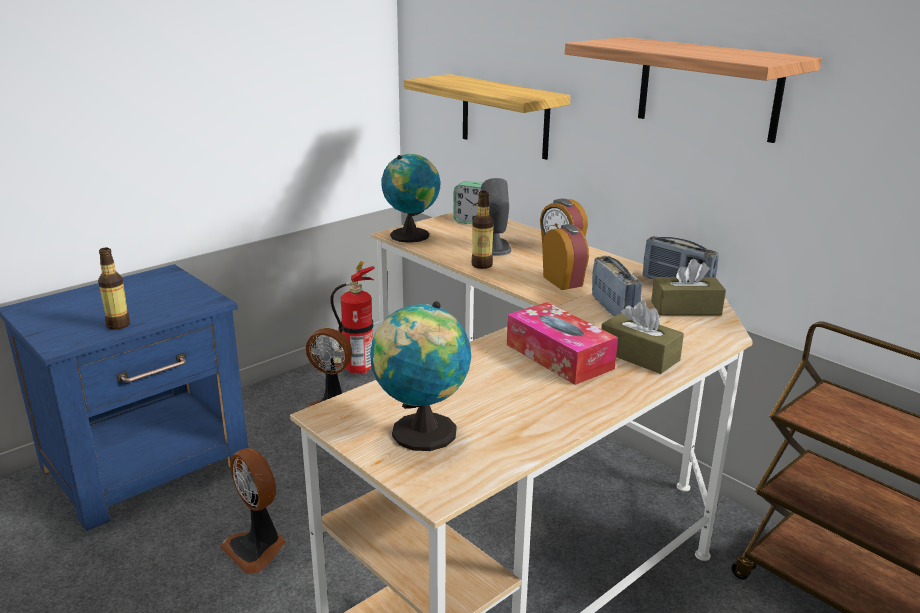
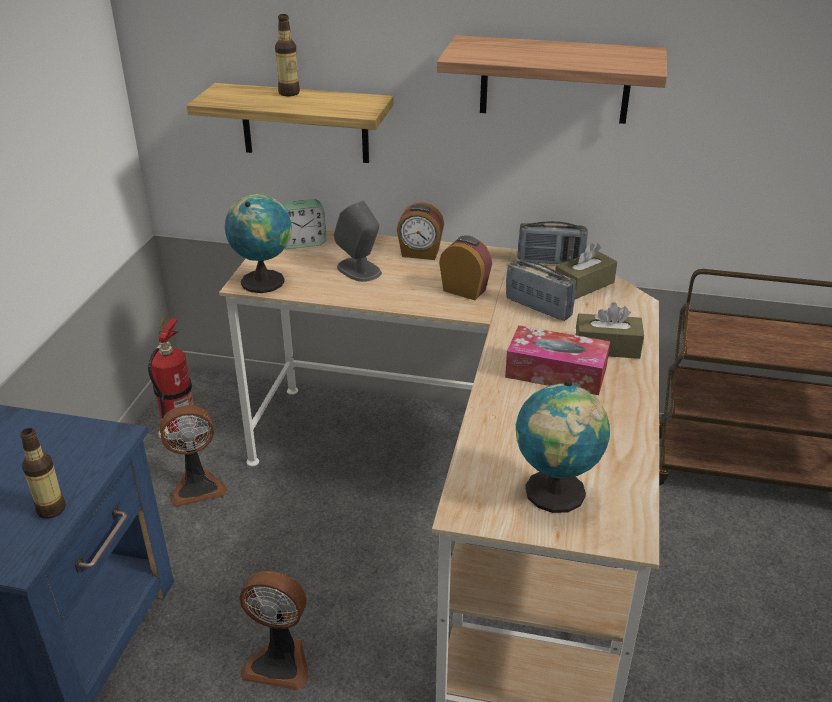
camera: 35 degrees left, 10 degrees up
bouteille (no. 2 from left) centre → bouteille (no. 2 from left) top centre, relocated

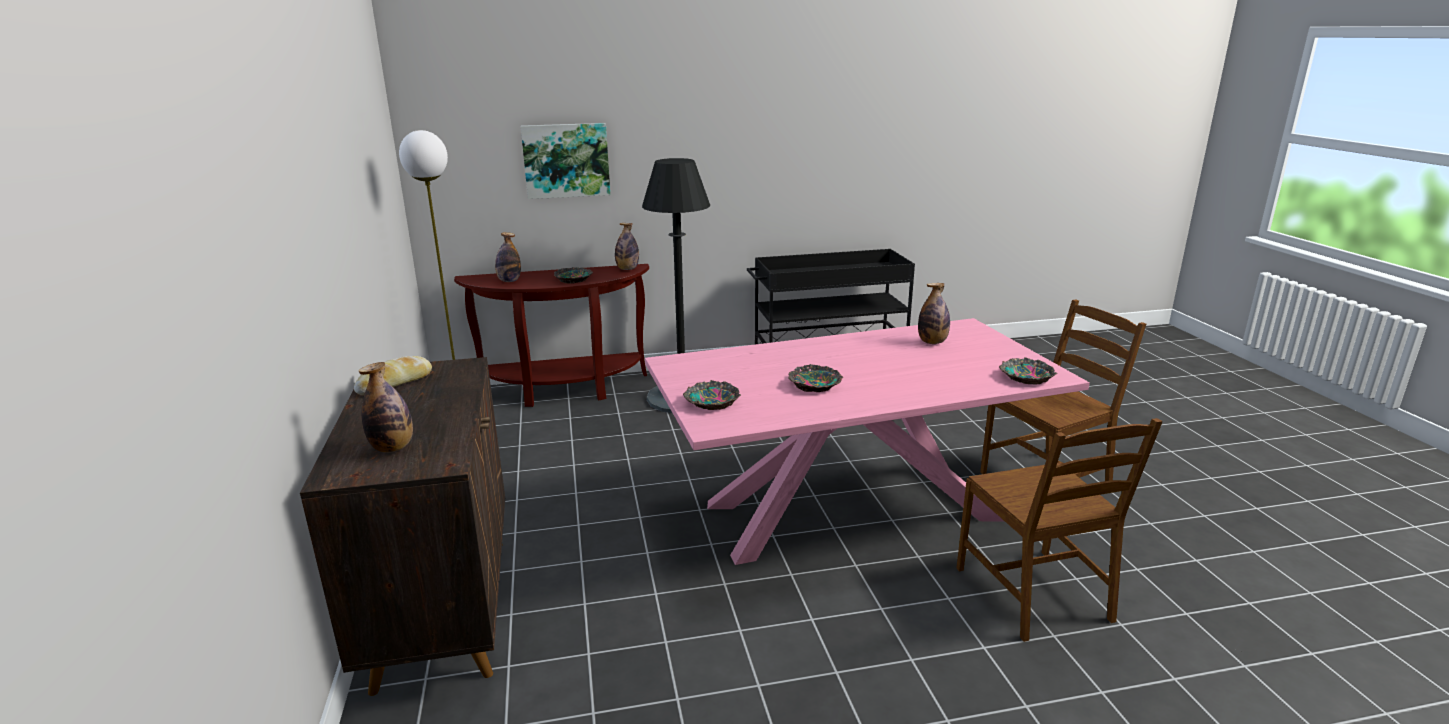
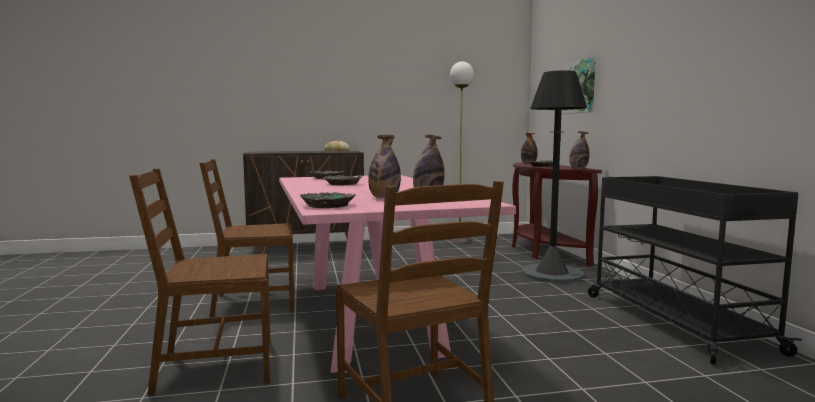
camera: 90 degrees right, 15 degrees down
- → chaise [marron] (no. 2 from left) middle left
bouteille (no. 1 from left) middle left → bouteille (no. 1 from left) centre, relocated

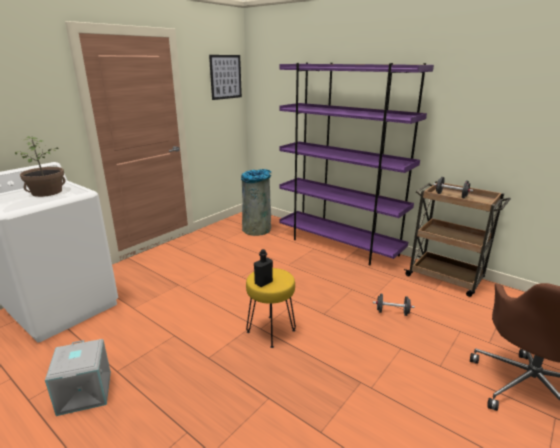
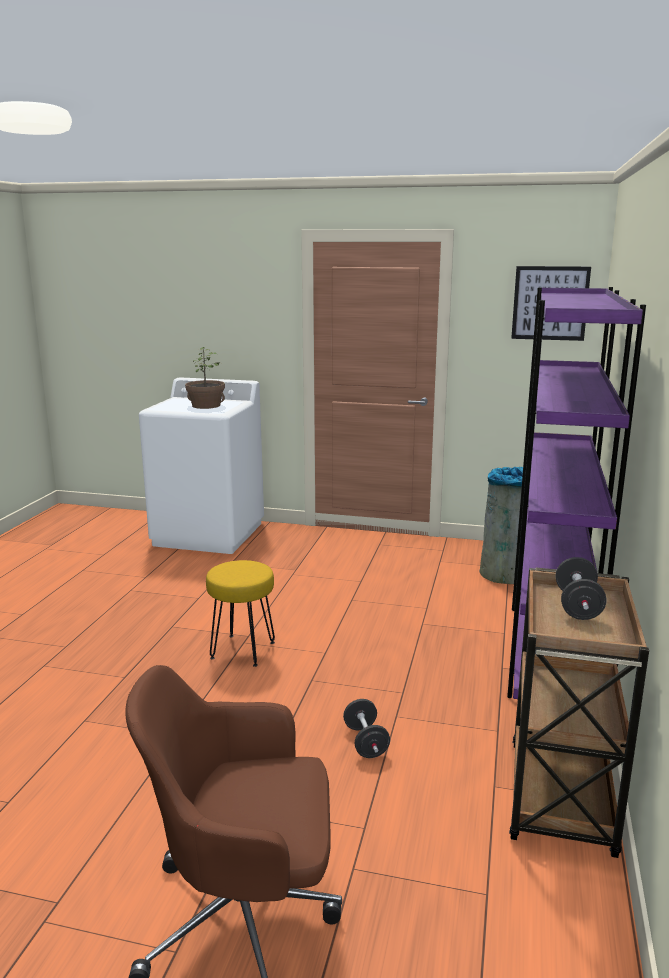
camera: 65 degrees right, 5 degrees down
boîte de rangement [gris] bottom left → -
bouteille [noir] centre → -

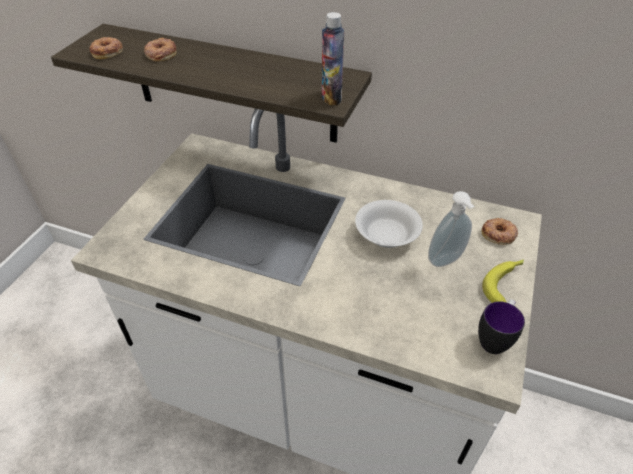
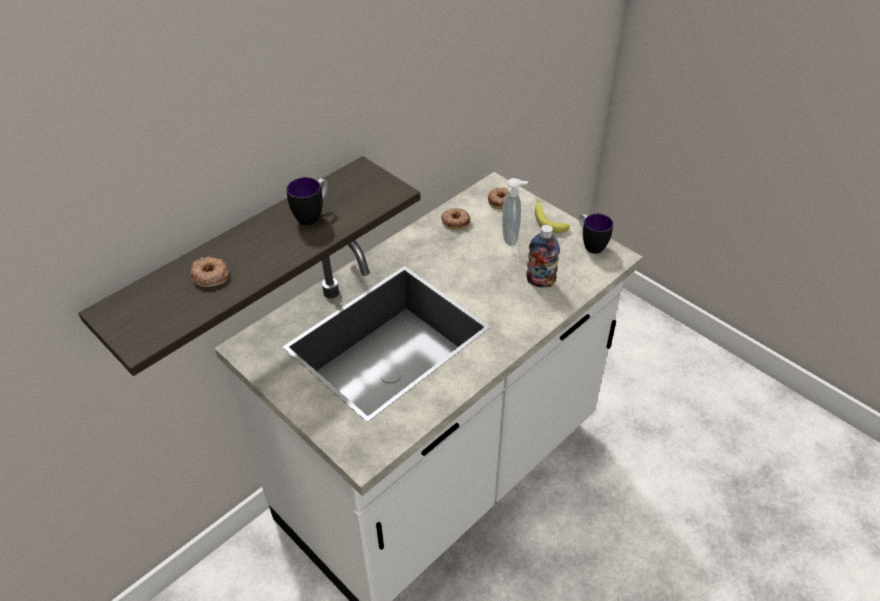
camera: 65 degrees left, 0 degrees up
- → mug (no. 1 from left) centre
beignet (no. 1 from left in the first image) top left → beignet (no. 2 from left) centre, relocated
bouteille top centre → bouteille centre, relocated
bol [blanc] centre → -

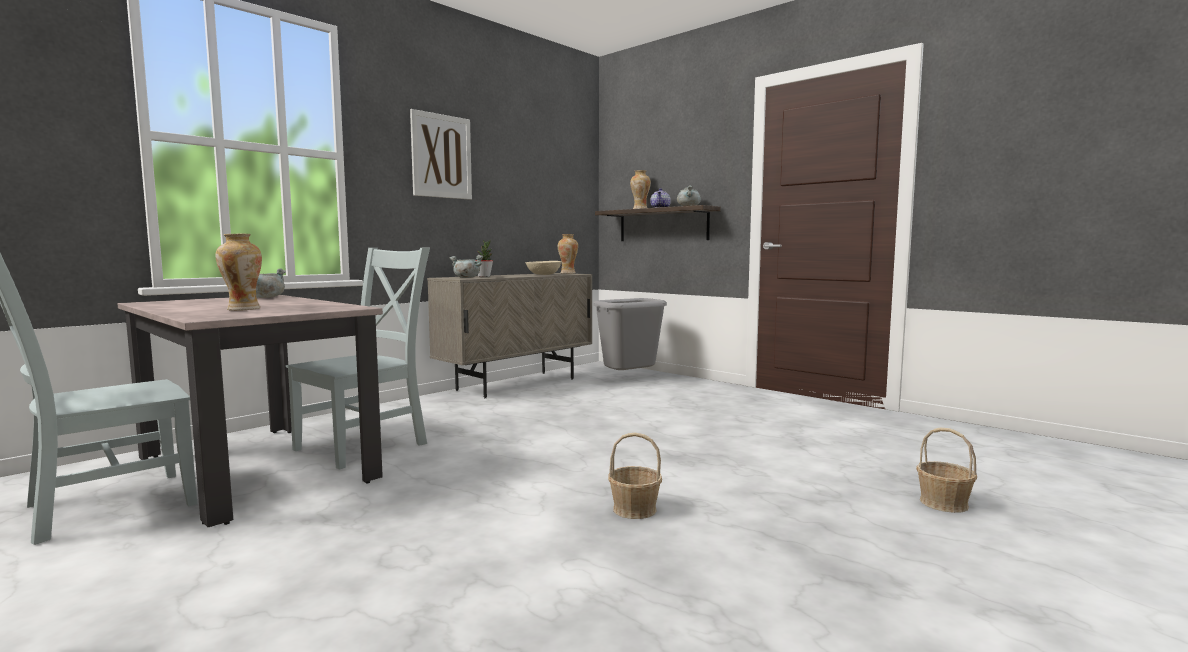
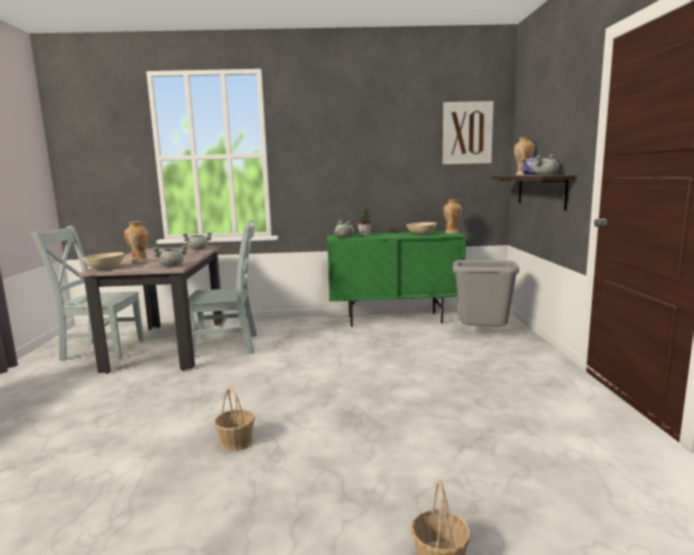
camera: 45 degrees right, 5 degrees up
- → bol [beige] (no. 1 from left) middle left
- → marmite [gris] (no. 1 from left) middle left
meuble de rangement [beige] centre → meuble de rangement [vert] centre
tableau top centre → tableau top right, relocated

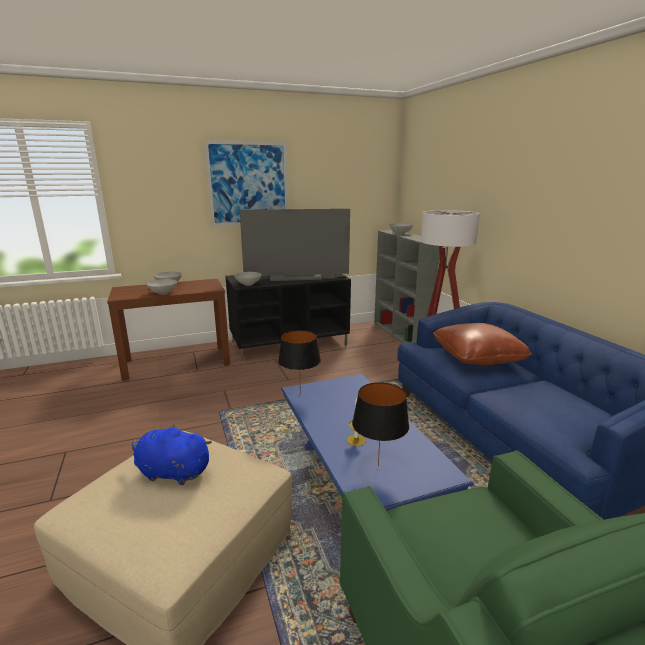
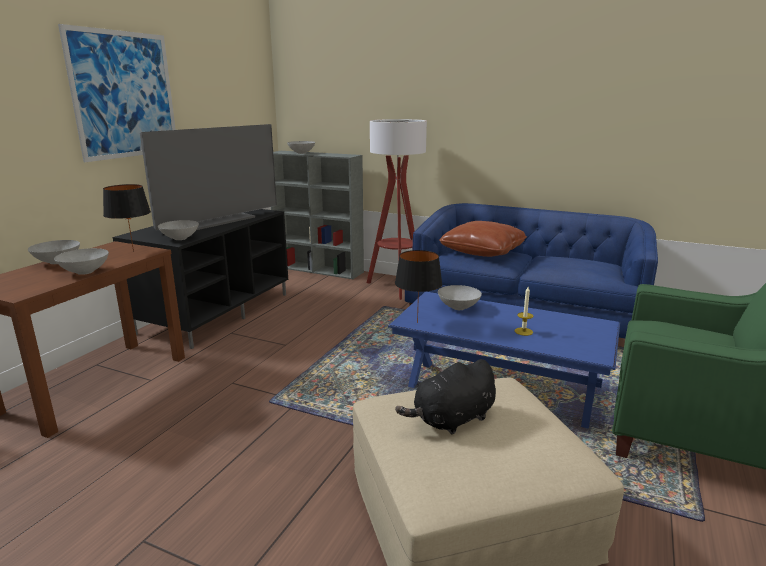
camera: 45 degrees left, 0 degrees up
lampe de table [noir] (no. 2 from left in the first image) centre → lampe de table [noir] (no. 1 from left) middle left, relocated
peluche [bleu] bottom left → peluche [noir] bottom centre
- → bol [gris] (no. 5 from left) centre

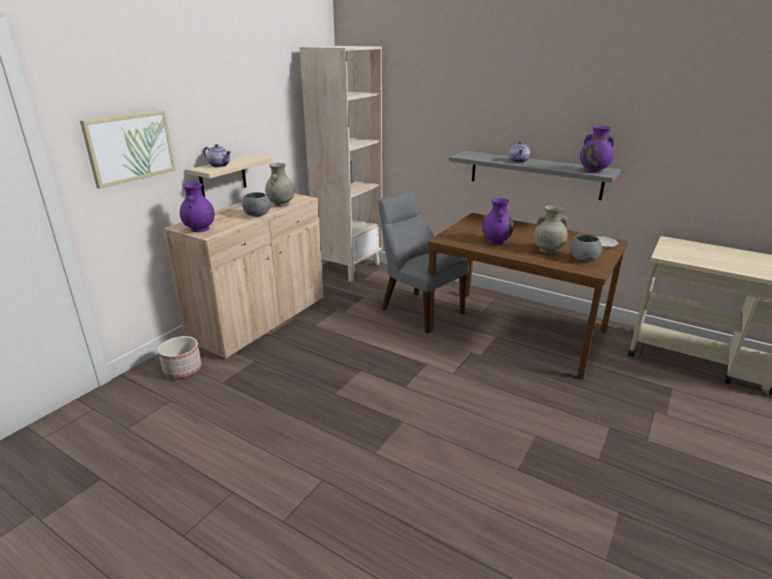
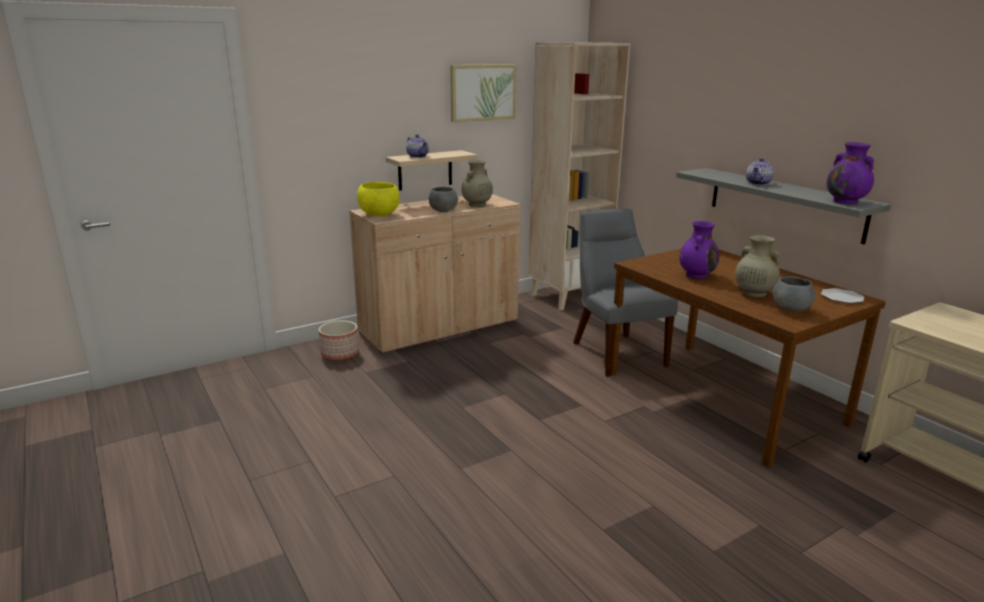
camera: 25 degrees right, 5 degrees down
vase [violet] (no. 1 from left) middle left → bol [jaune] top centre
tableau top left → tableau top centre, relocated

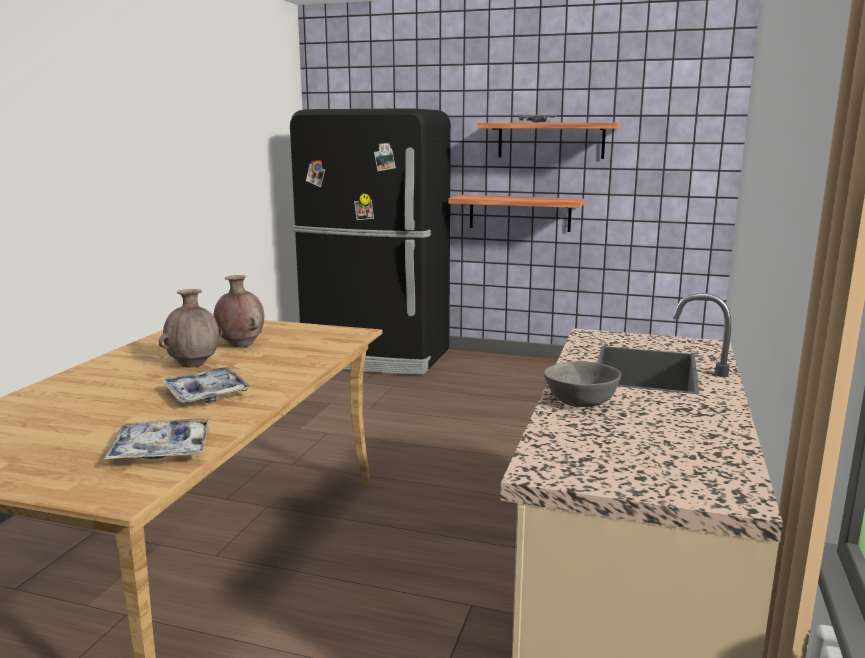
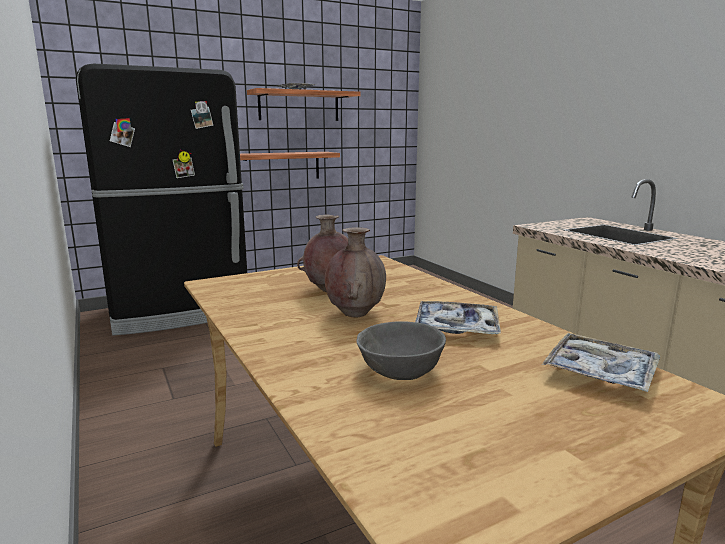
camera: 45 degrees left, 0 degrees up
bol [gris] middle right → bol [gris] centre, relocated

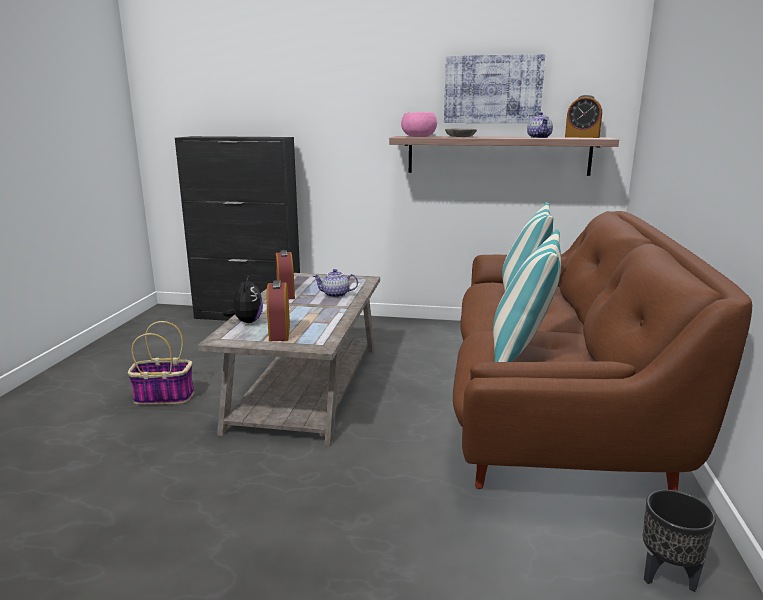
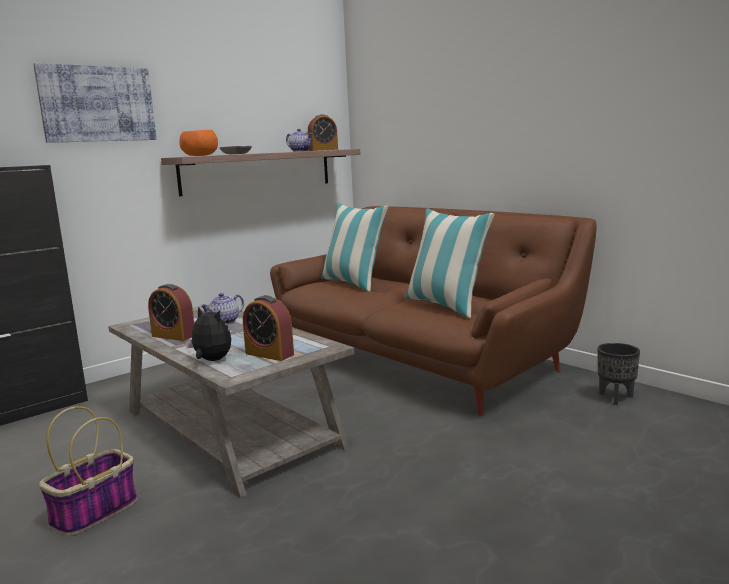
camera: 50 degrees left, 5 degrees down
tableau top centre → tableau top left, relocated
bol [rose] top centre → bol [orange] top left

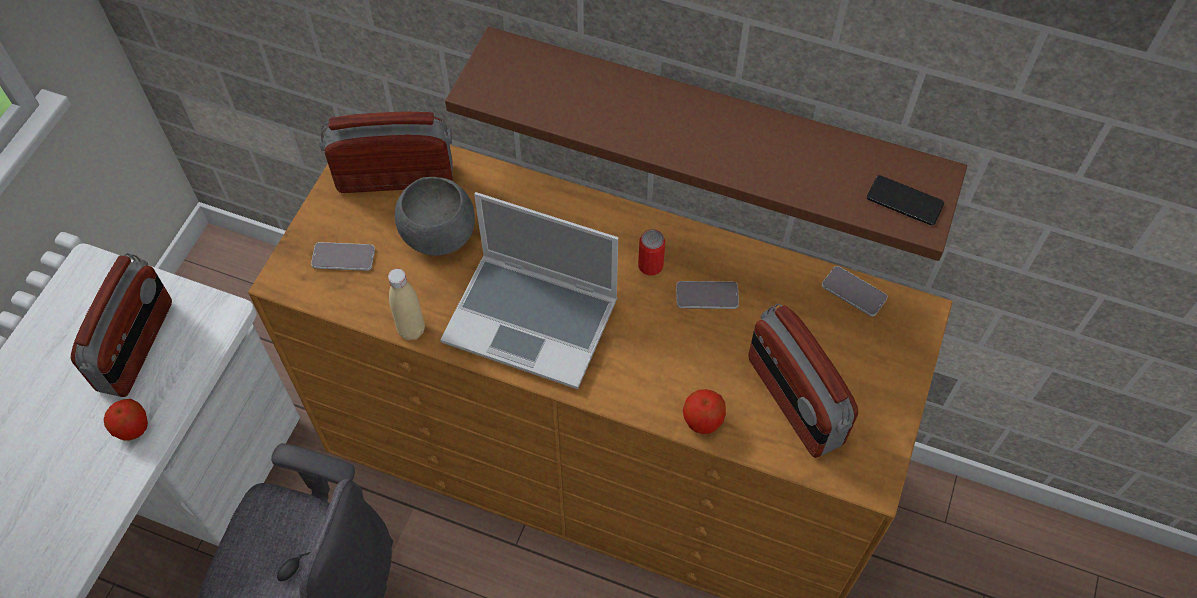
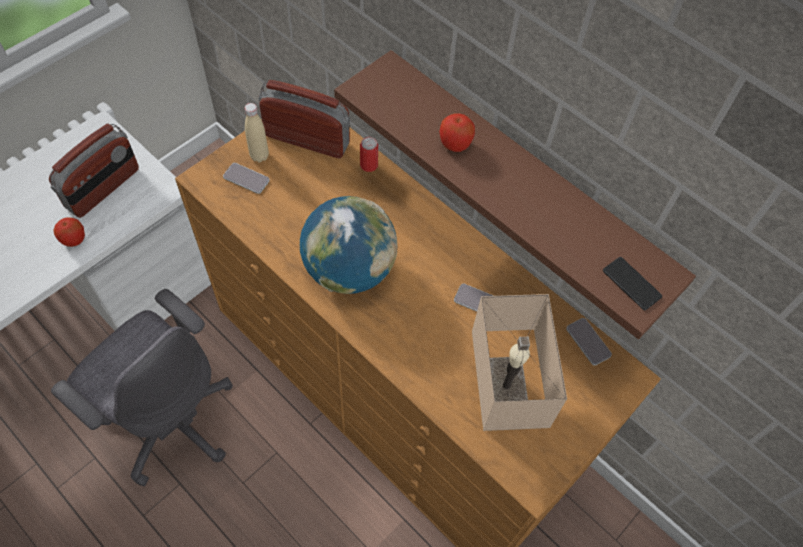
camera: 20 degrees right, 0 degrees up
bouteille [beige] centre → bouteille [beige] top left, relocated
ordinateur portable centre → globe centre
boîte métallique centre → boîte métallique top centre, relocated
pomme (no. 2 from left) bottom centre → pomme (no. 2 from left) top centre, relocated
radio (no. 3 from left) middle right → lampe de table [beige] centre
bol [gris] centre → -

